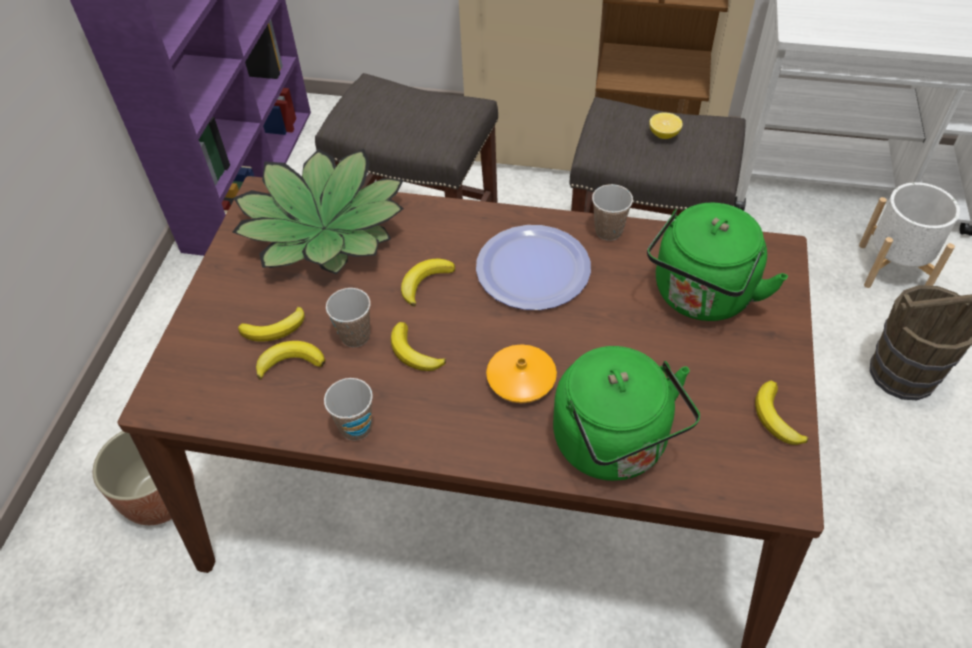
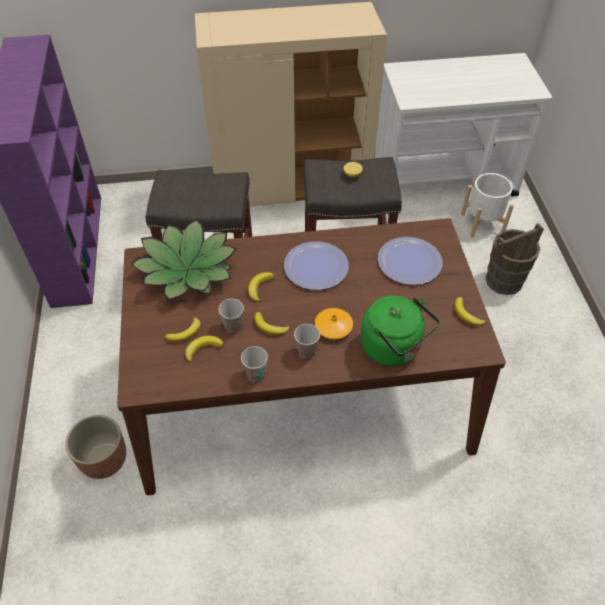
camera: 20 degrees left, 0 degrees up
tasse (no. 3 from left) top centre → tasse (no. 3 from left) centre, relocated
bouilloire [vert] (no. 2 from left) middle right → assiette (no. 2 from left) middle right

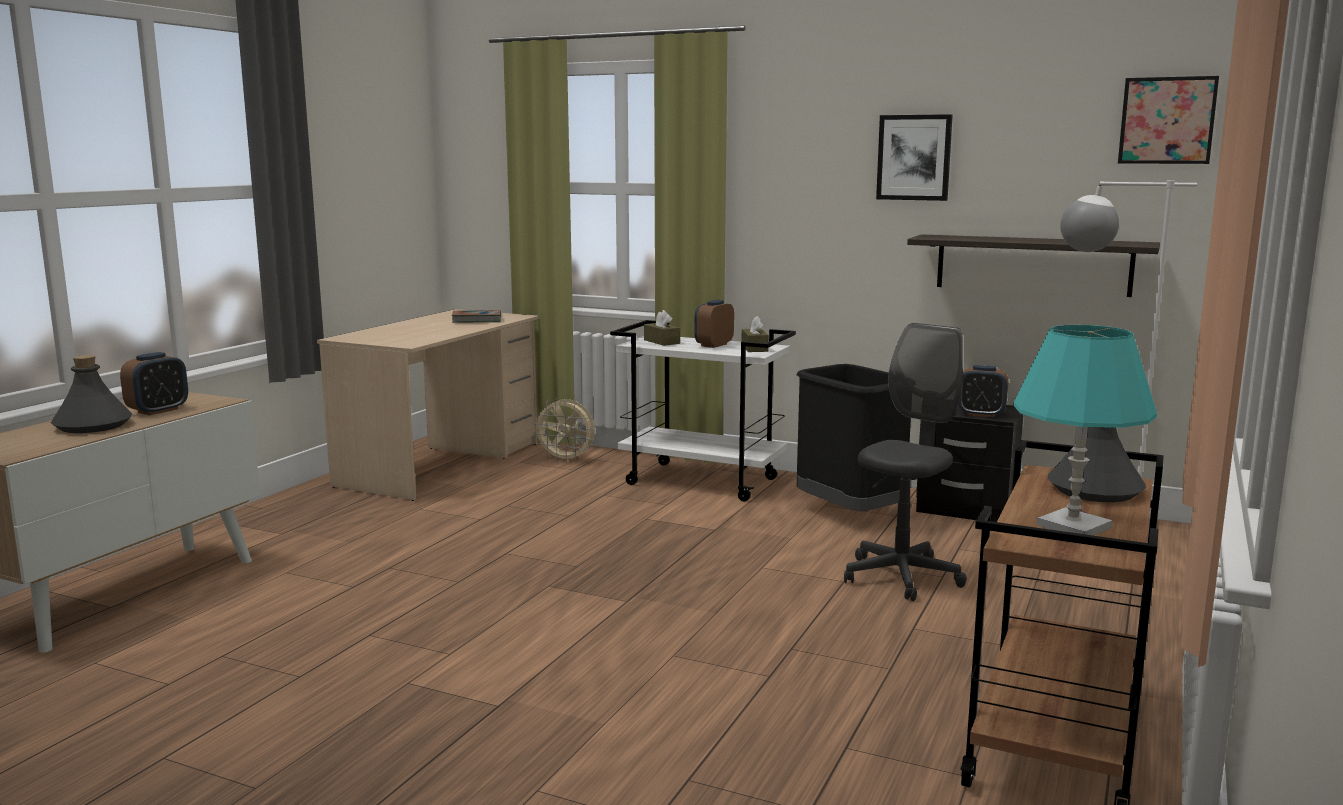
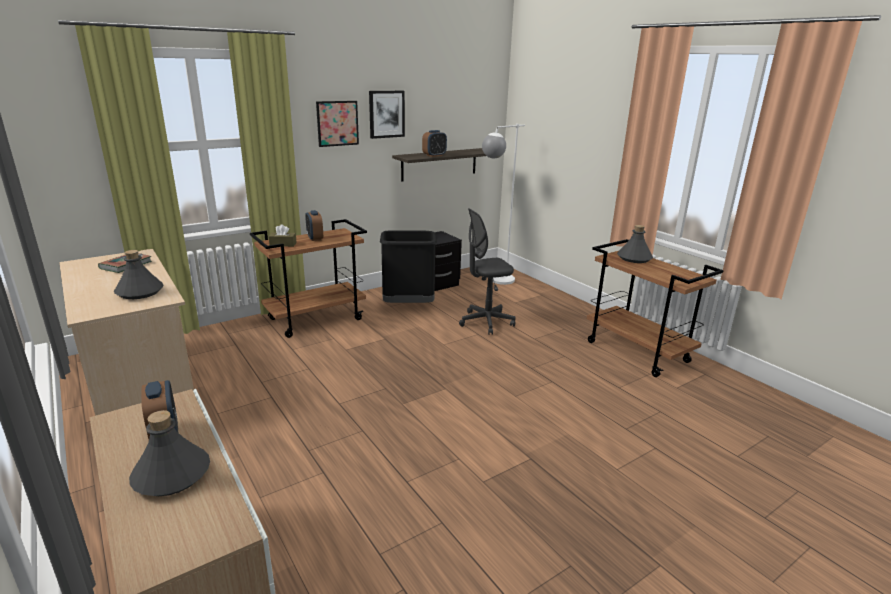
camera: 60 degrees left, 10 degrees up
- → bouteille [gris] (no. 1 from left) middle left
chariot [blanc] centre → chariot [marron] (no. 1 from left) centre
tableau (no. 2 from left in the first image) top right → tableau (no. 1 from left) top centre, relocated
réveil (no. 3 from left) middle right → réveil (no. 3 from left) top centre, relocated
chaise de bureau [gris] middle right → chaise de bureau [gris] centre, 90 degrees counterclockwise
ventilateur [beige] centre → -
boîte à mouchoirs [marron] (no. 2 from left) centre → -
lampe de table [turquoise] middle right → -

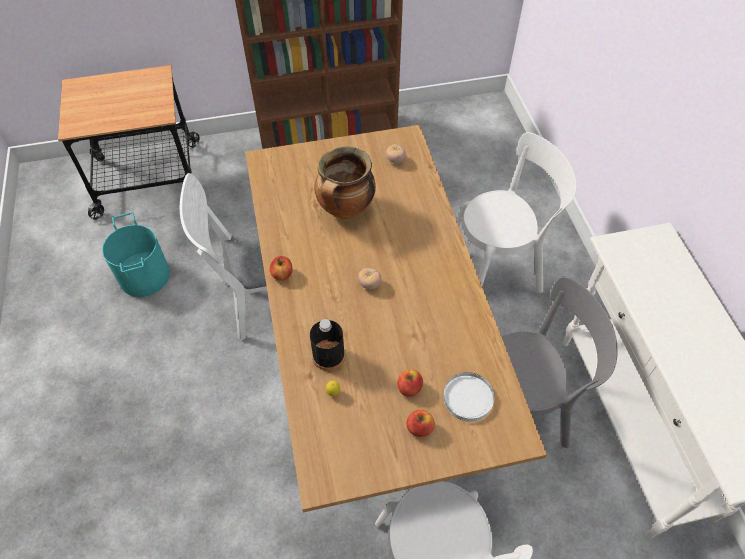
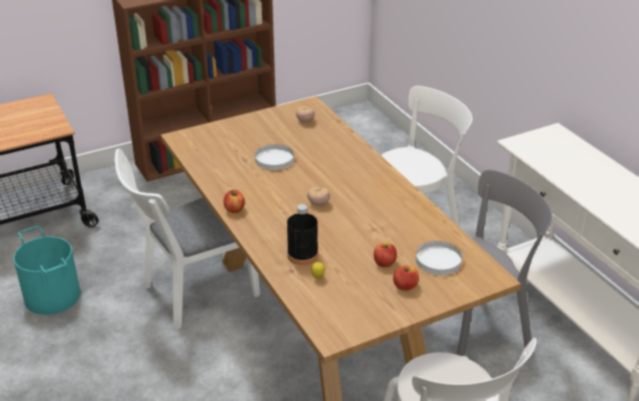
camera: 15 degrees left, 20 degrees down
marmite top centre → assiette [blanc] (no. 1 from left) centre

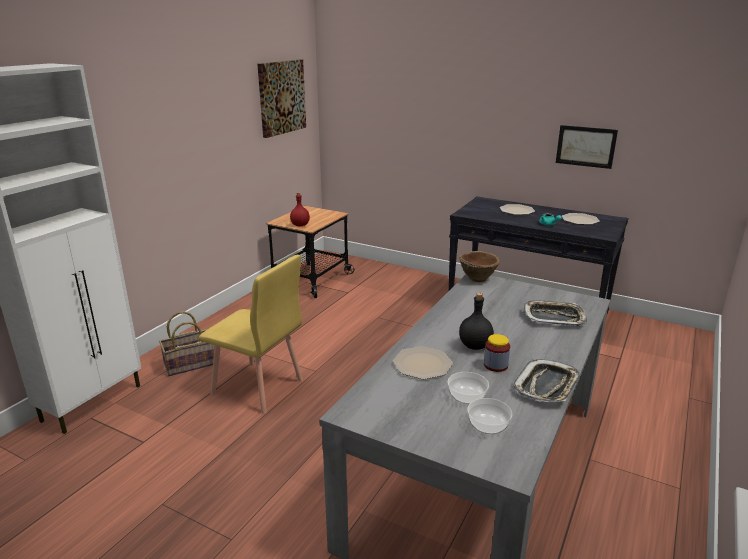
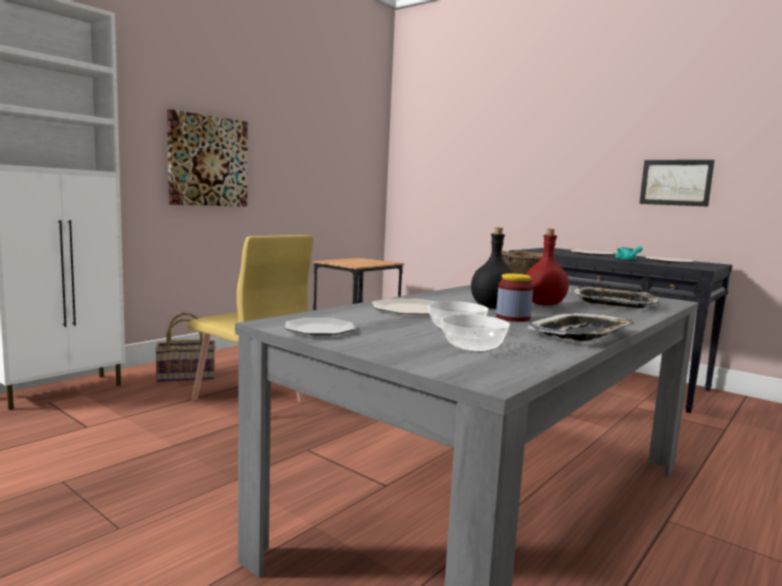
camera: 10 degrees right, 15 degrees down
tableau (no. 1 from left) top centre → tableau (no. 1 from left) top left, relocated
- → assiette (no. 1 from left) centre
bouteille [rouge] centre → bouteille [rouge] middle right, relocated

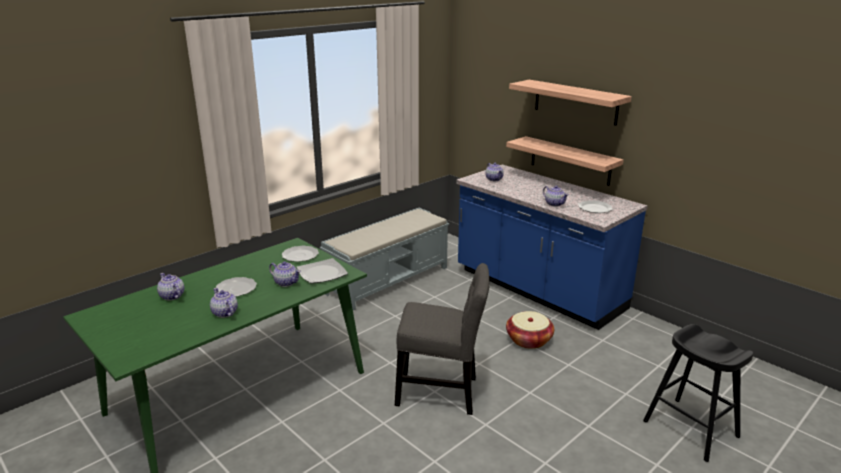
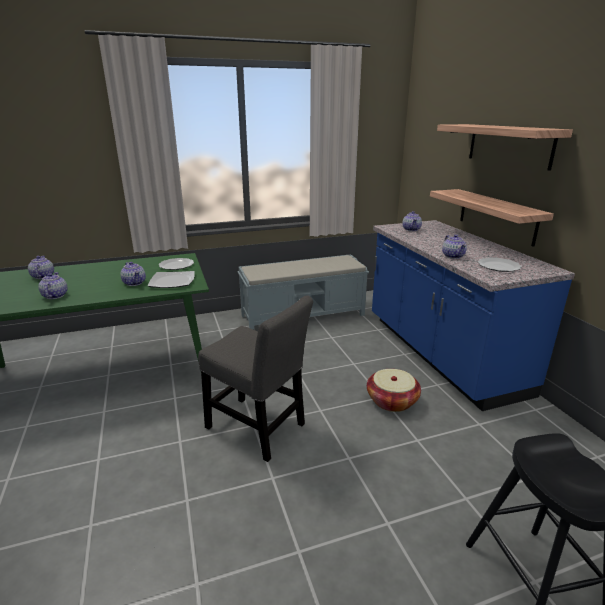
camera: 25 degrees right, 0 degrees up
assiette (no. 1 from left) middle left → -

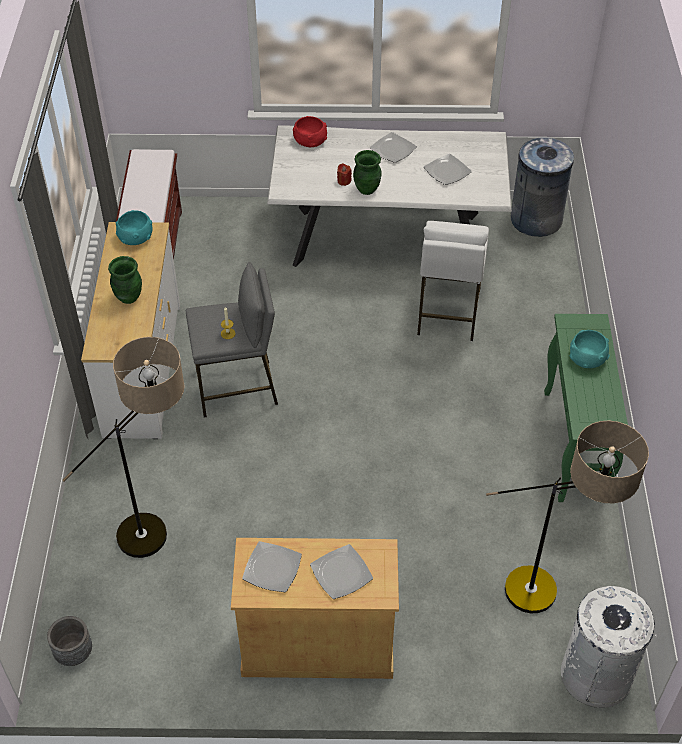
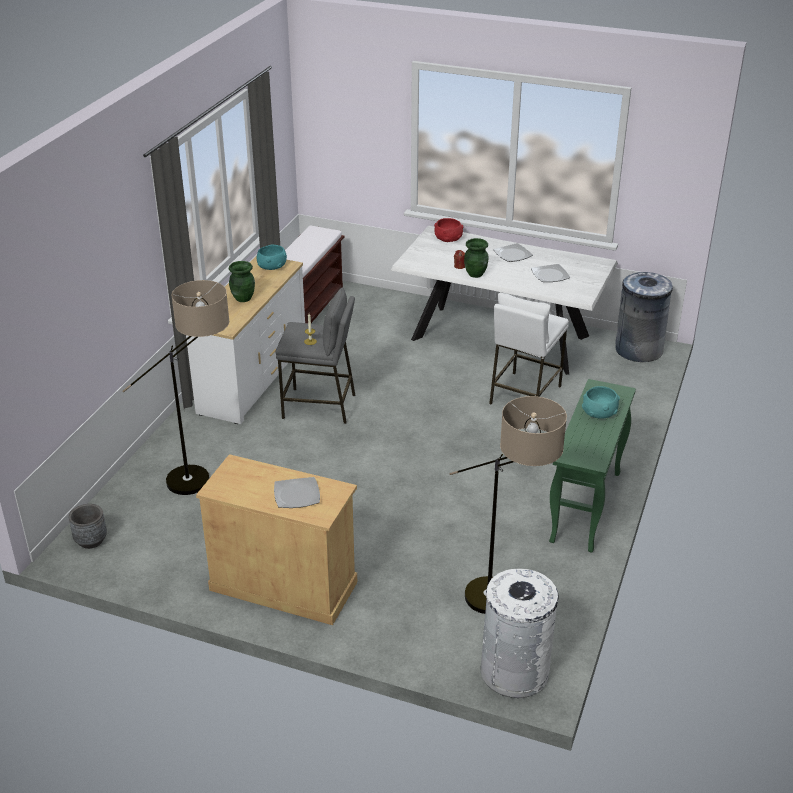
camera: 20 degrees right, 15 degrees down
assiette (no. 1 from left) bottom centre → -

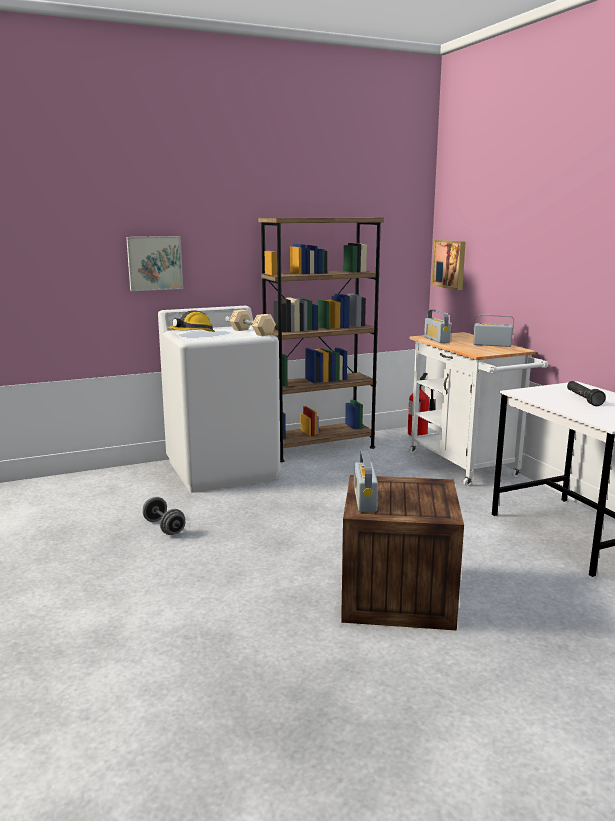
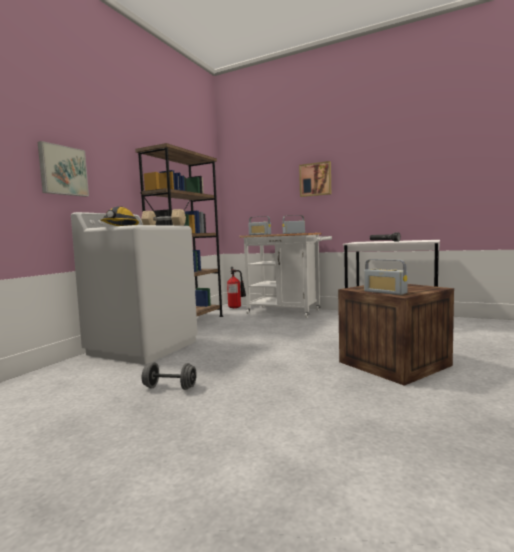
camera: 40 degrees left, 10 degrees down
tableau (no. 2 from left) top right → tableau (no. 2 from left) top centre, relocated

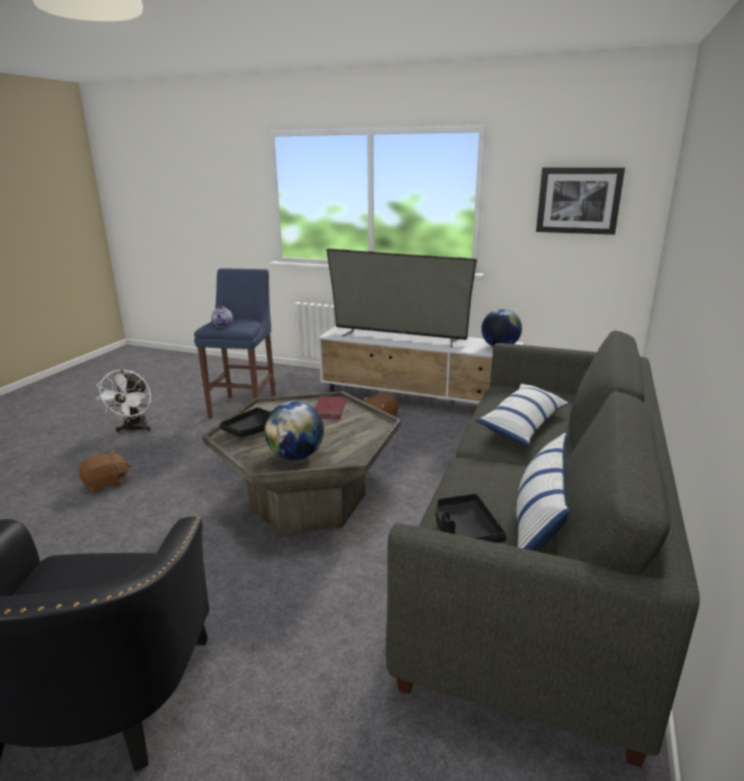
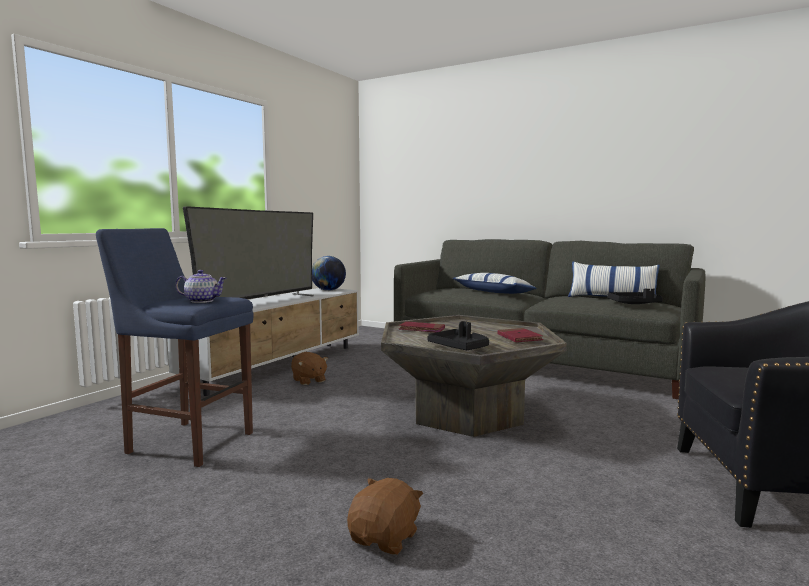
camera: 80 degrees left, 15 degrees down
peluche [marron] (no. 1 from left in the first image) middle left → peluche [marron] (no. 2 from left) bottom centre, 45 degrees clockwise
globe (no. 1 from left) centre → livre [rouge] (no. 2 from left) centre
ventilateur [blanc] middle left → -
tableau top right → -

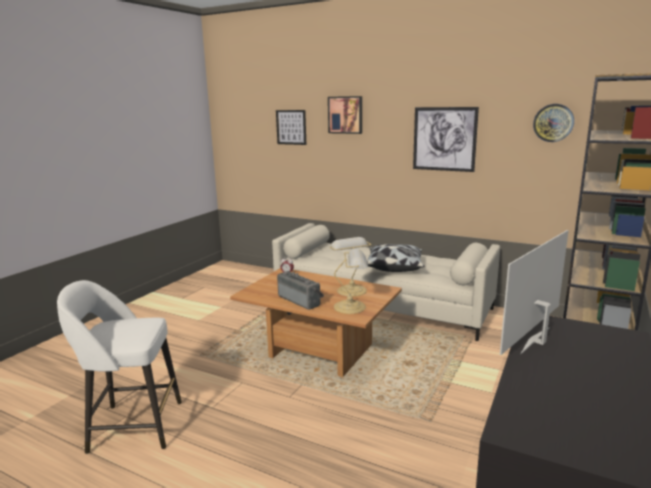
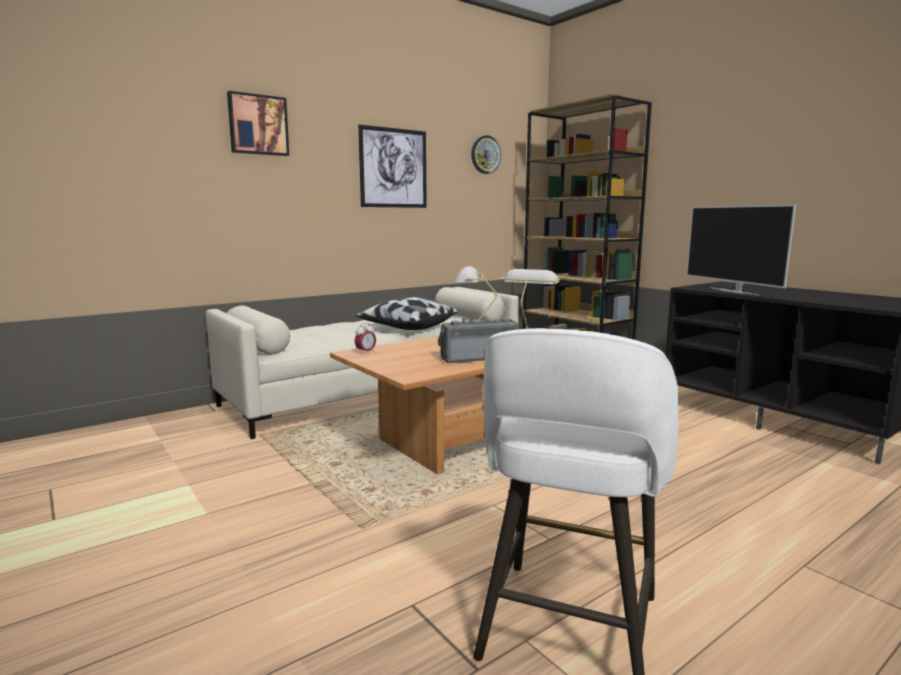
camera: 65 degrees left, 5 degrees down
tableau (no. 1 from left) top centre → -

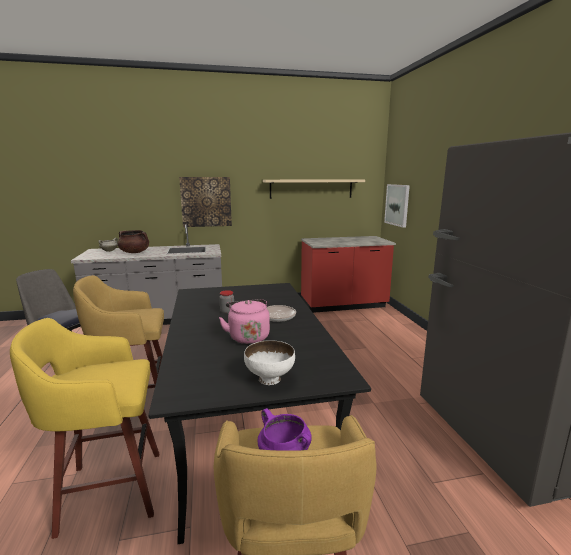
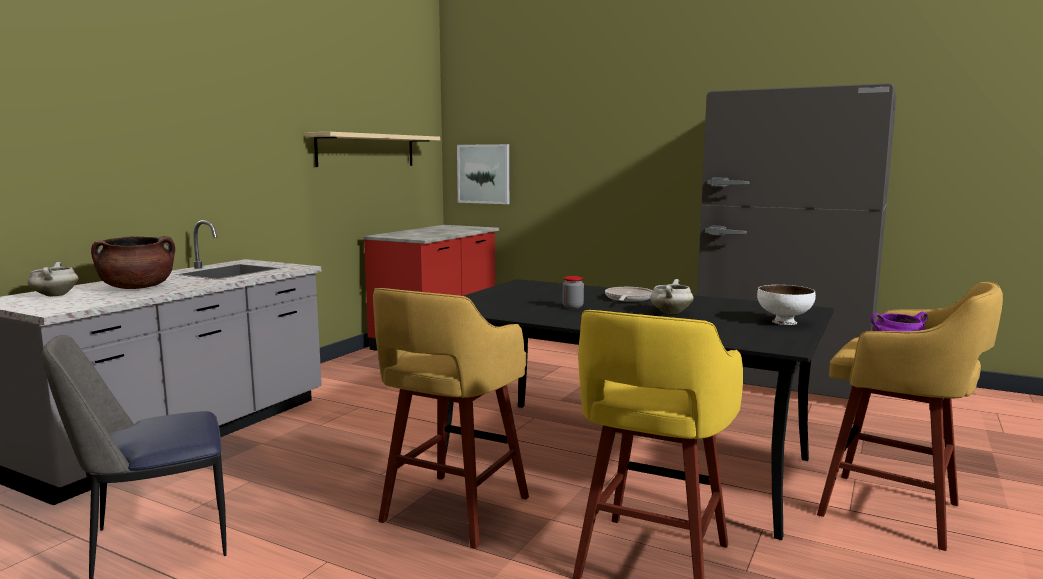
camera: 50 degrees left, 5 degrees down
bouilloire [rose] centre → marmite [blanc] (no. 2 from left) centre
tableau (no. 1 from left) centre → -

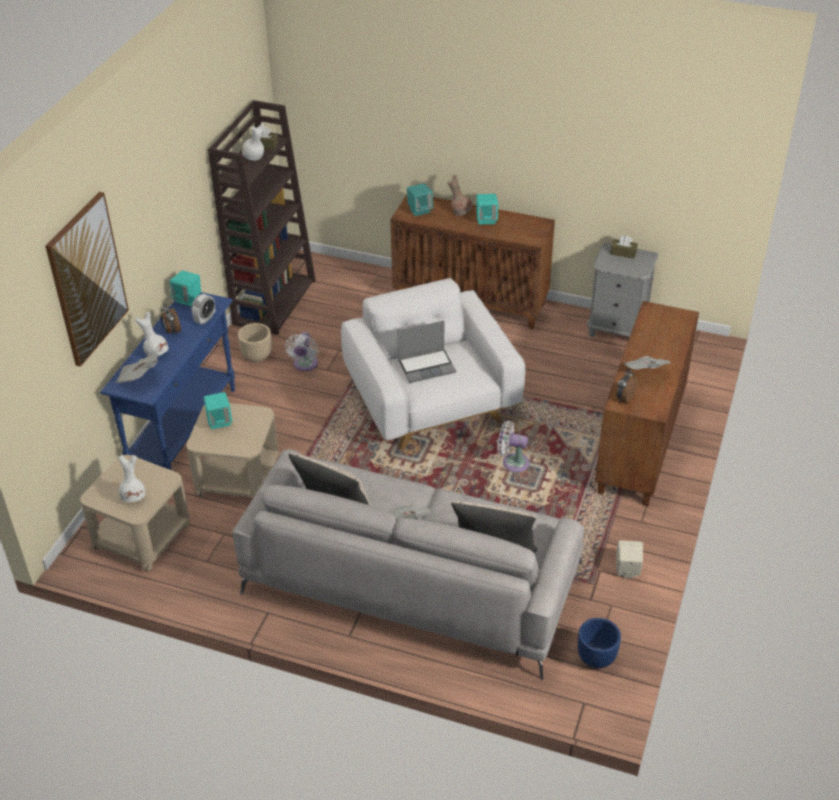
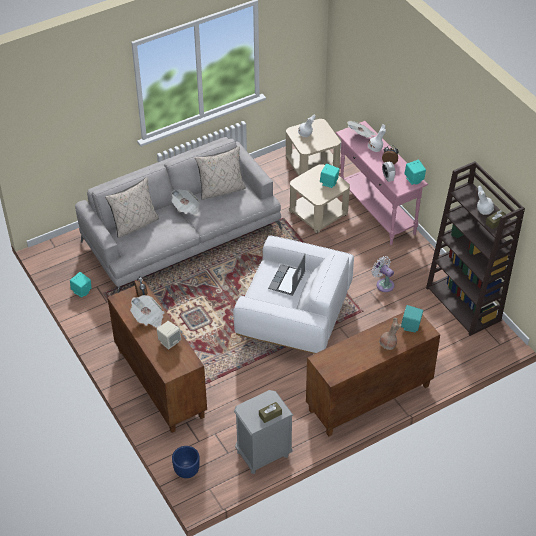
camera: 130 degrees right, 5 degrees up
enceinte [turquoise] (no. 4 from left in the first image) top centre → enceinte [turquoise] (no. 1 from left) middle left, relocated
enceinte [beige] bottom right → enceinte [beige] middle left, relocated
cache-pot [bleu] bottom right → cache-pot [bleu] bottom centre, relocated
table console [bleu] middle left → table console [rose] middle right
tableau middle left → -
cache-pot [beige] middle left → -
ventilateur [blanc] (no. 2 from left) centre → -

